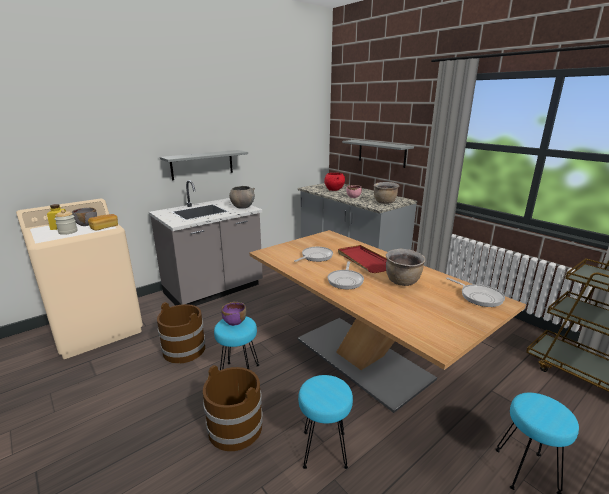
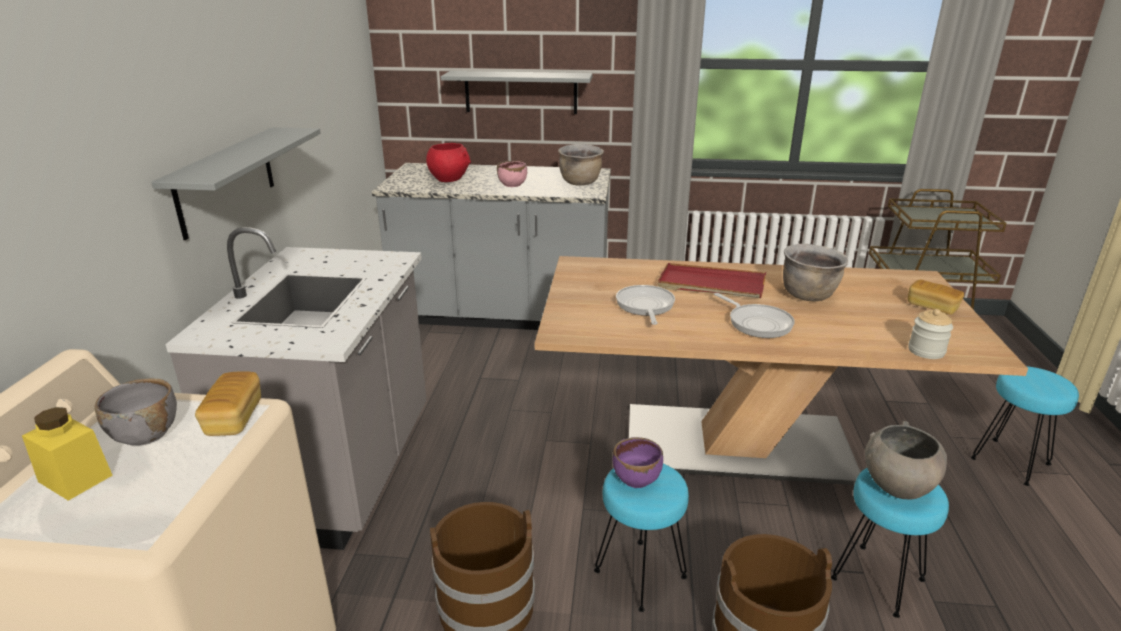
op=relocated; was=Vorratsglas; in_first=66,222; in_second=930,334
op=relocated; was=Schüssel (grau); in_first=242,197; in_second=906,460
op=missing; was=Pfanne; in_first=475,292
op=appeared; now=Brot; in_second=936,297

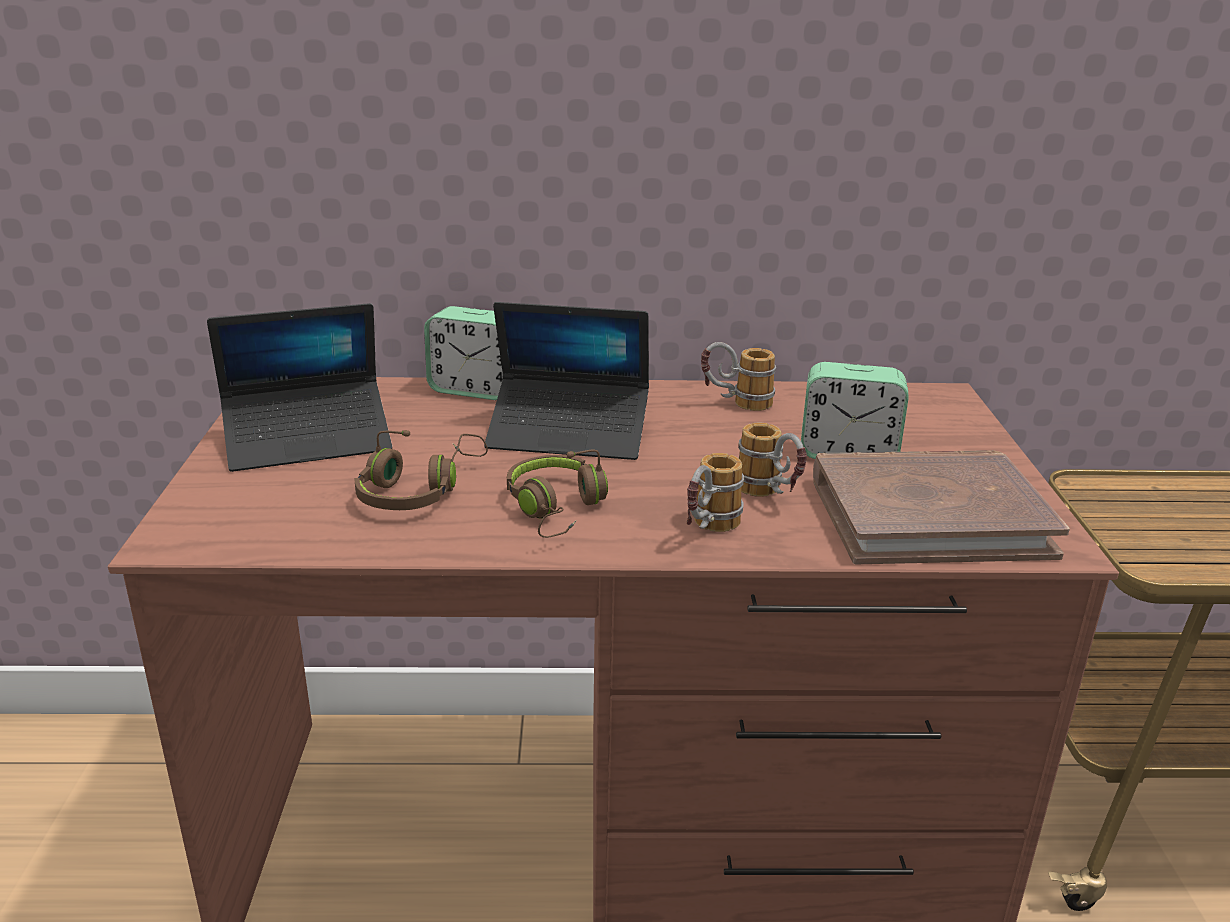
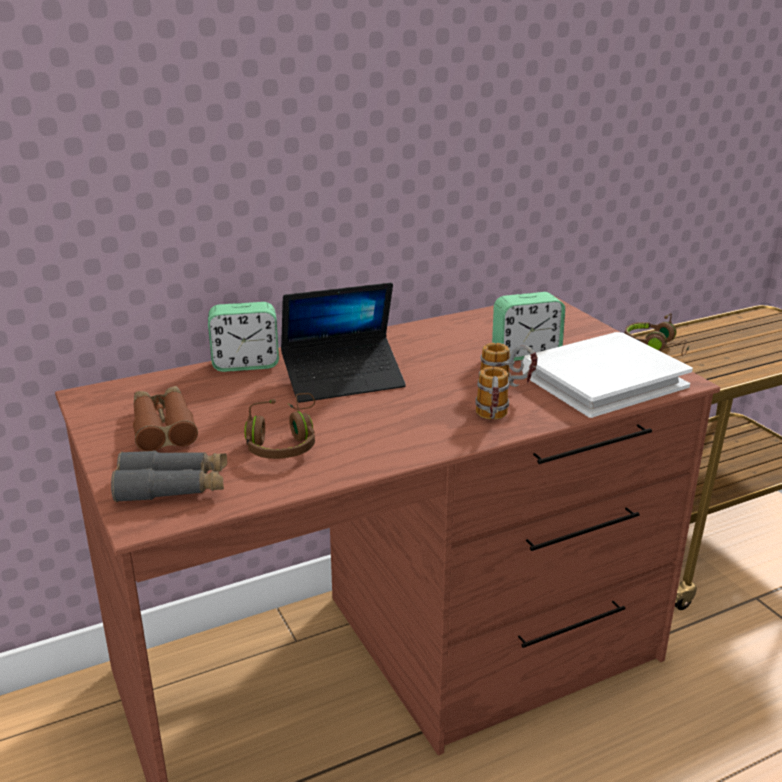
op=exchanged; was=Laptop; now=Fernglas (braun); in_first=299,387; in_second=165,418
op=relocated; was=Kopfhörer (braun); in_first=557,493; in_second=657,334
op=missing; was=Henkelbecher; in_first=738,376
op=colour; was=Buch (braun); now=Buch (weiß); in_first=941,507; in_second=607,375
op=appeared; now=Fernglas (grau); in_second=169,476

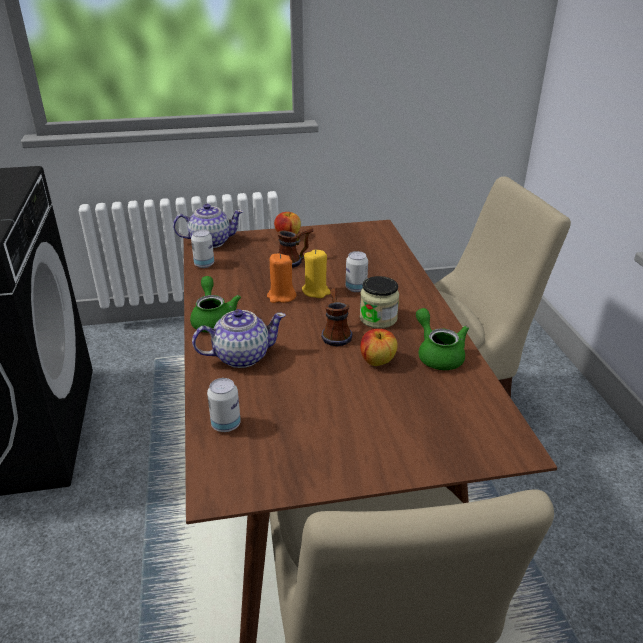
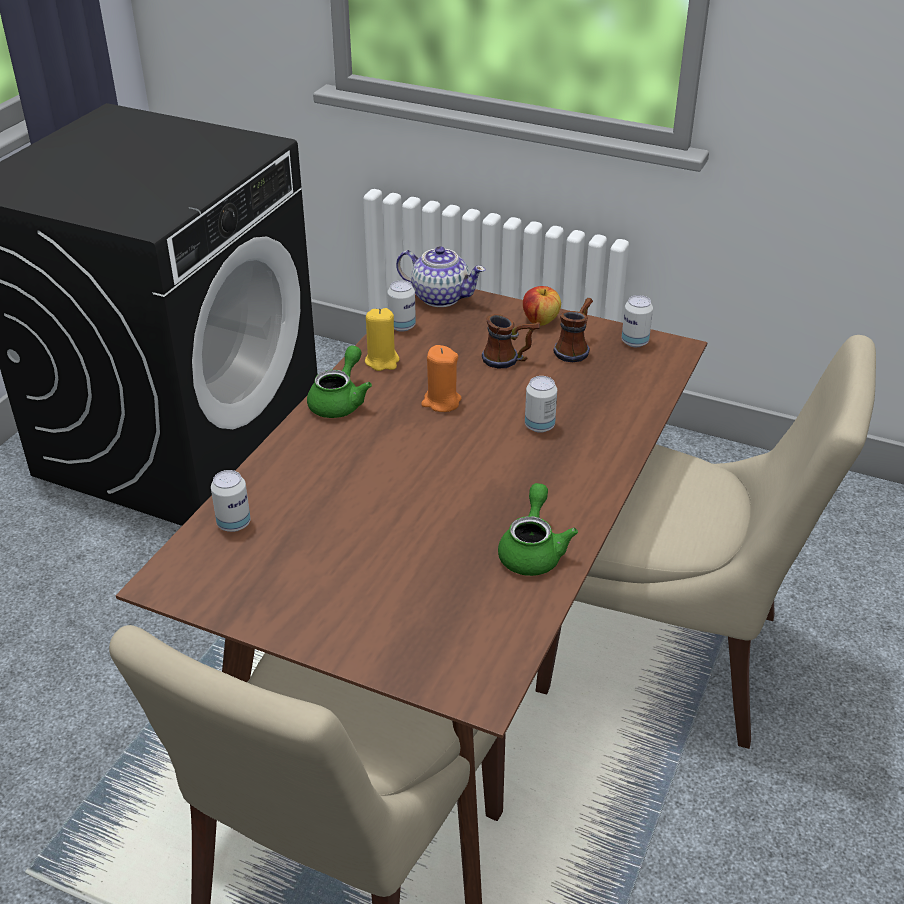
op=missing; was=Teekanne; in_first=239,338
op=relocated; was=Kerze (gelb); in_first=316,274; in_second=382,339
op=relocated; was=Henkelbecher; in_first=336,317; in_second=573,330
op=missing; was=Vorratsglas; in_first=379,302
op=missing; was=Apfel; in_first=379,347
op=appeared; now=Dose; in_second=637,321

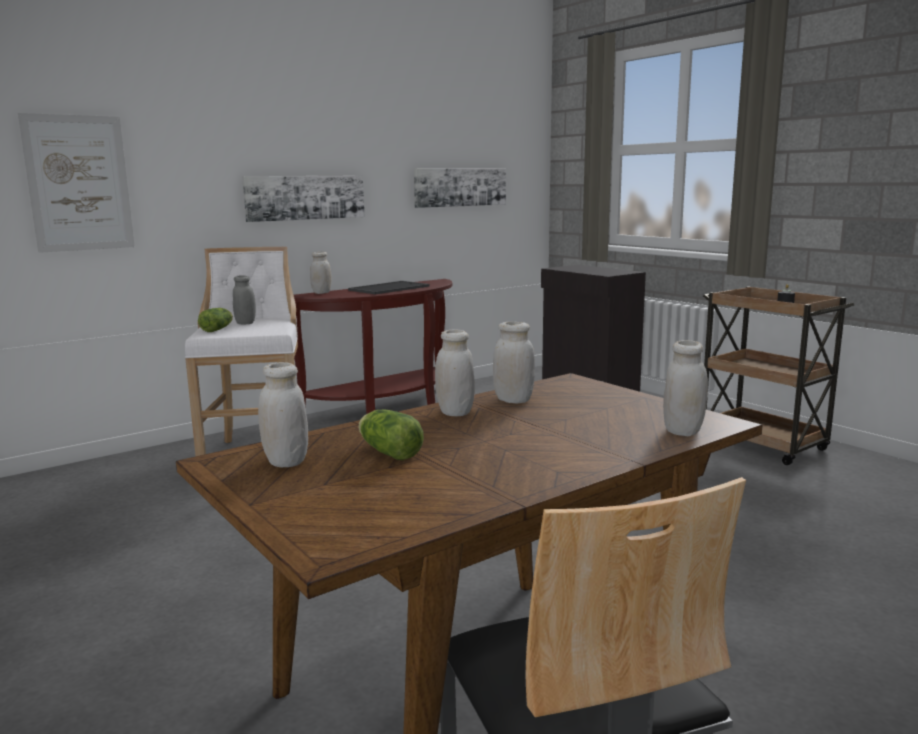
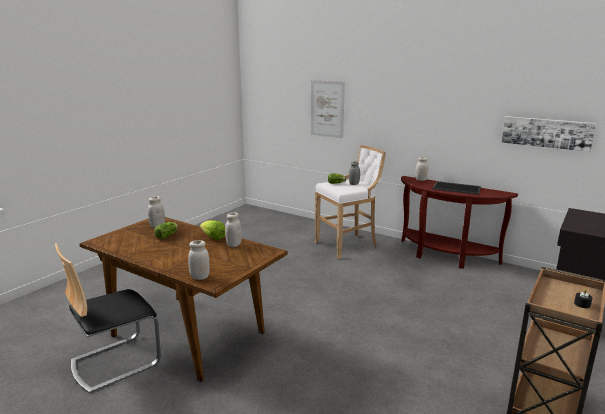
op=missing; was=Bild; in_first=303,198
op=exchanged; was=Vorratsglas (weiß); now=Salatkopf; in_first=455,372; in_second=212,230

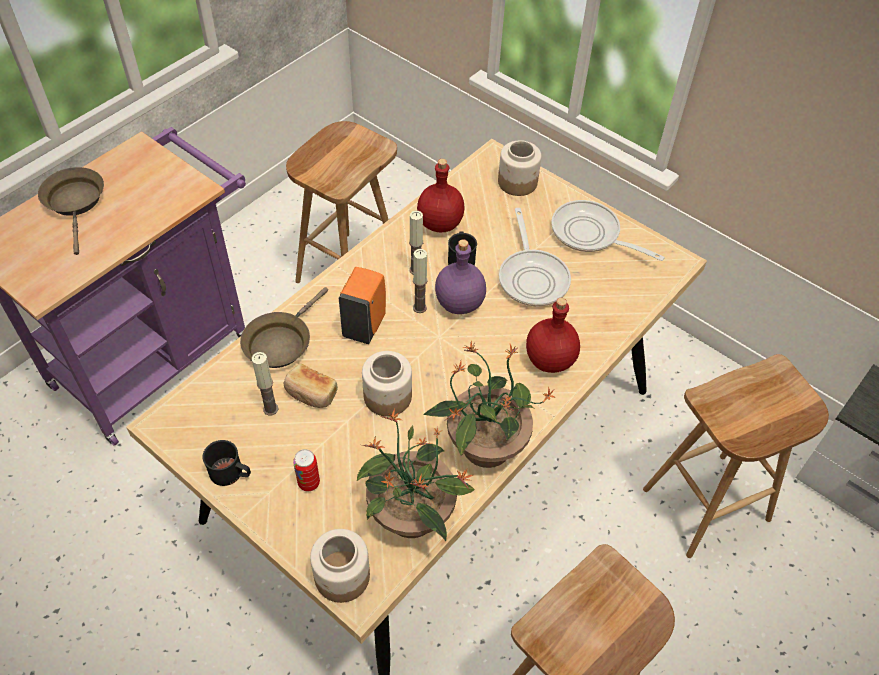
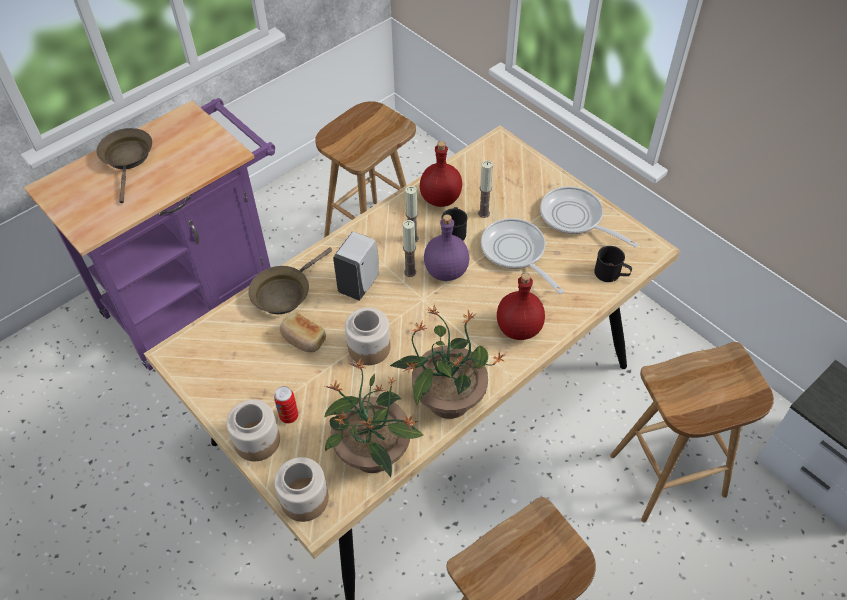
op=relocated; was=Henkelbecher (schwarz); in_first=226,463; in_second=613,264
op=relocated; was=Kerze; in_first=265,384; in_second=485,189
op=colour; was=Seifenspender (orange); now=Seifenspender (weiß); in_first=362,305; in_second=356,266
op=relocated; was=Vorratsglas; in_first=519,168; in_second=253,430
op=spun; was=Pfanne; in_first=535,257; in_second=522,256; clockwise=150

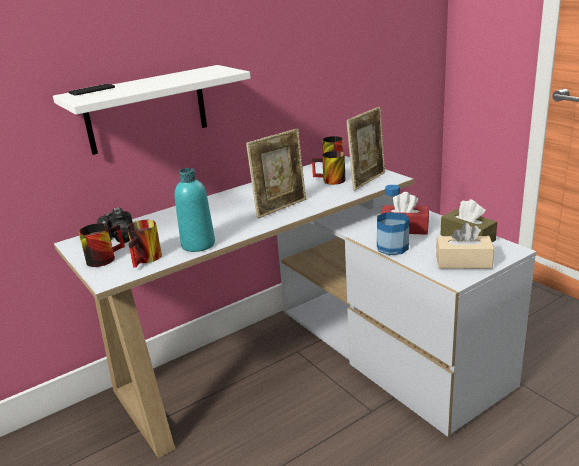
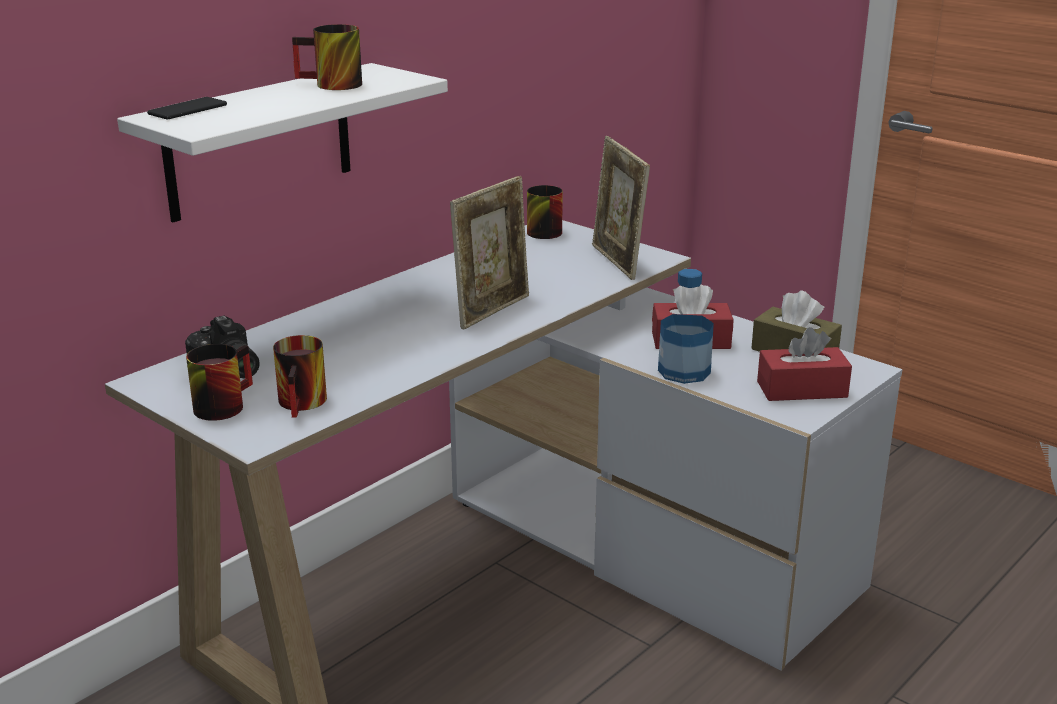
op=missing; was=Flasche (türkis); in_first=195,210
op=relocated; was=Henkelbecher; in_first=328,168; in_second=327,57
op=spun; was=Bilderrahmen; in_first=365,149; in_second=621,208; clockwise=135
op=colour; was=Taschentuchbox (beige); now=Taschentuchbox (rot); in_first=465,246; in_second=804,364

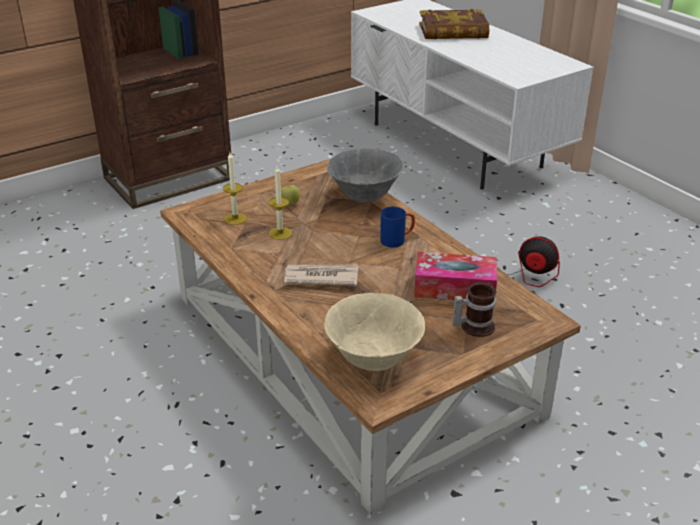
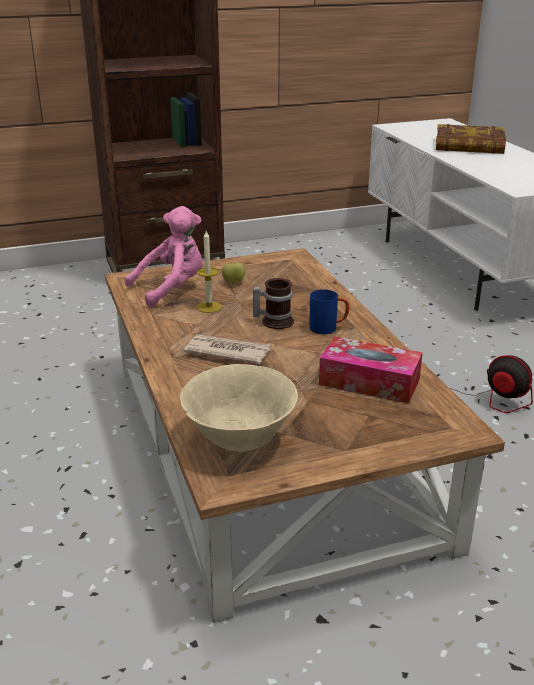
op=exchanged; was=Kerze; now=Plüschtier (rosa); in_first=235,189; in_second=164,257
op=missing; was=Schüssel (grau); in_first=365,175
op=relocated; was=Henkelbecher; in_first=474,310; in_second=273,303

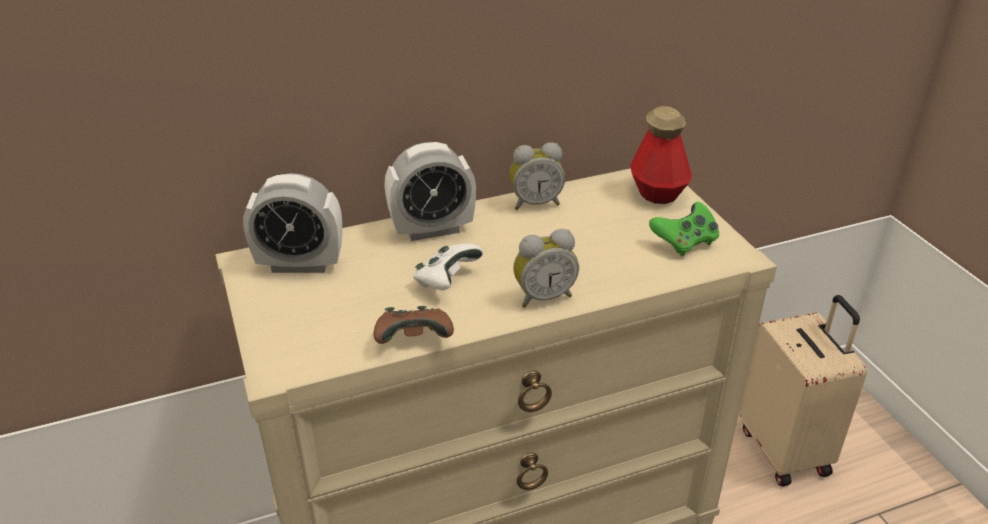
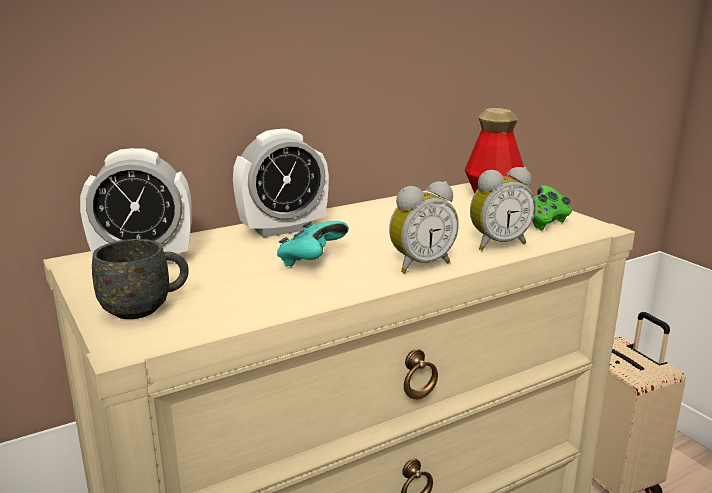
op=missing; was=Gamepad (braun); in_first=413,325
op=colour; was=Gamepad (weiß); now=Gamepad (türkis); in_first=448,267; in_second=313,244
op=relocated; was=Wecker; in_first=537,176; in_second=503,208
op=appeared; now=Henkelbecher (grau); in_second=140,279

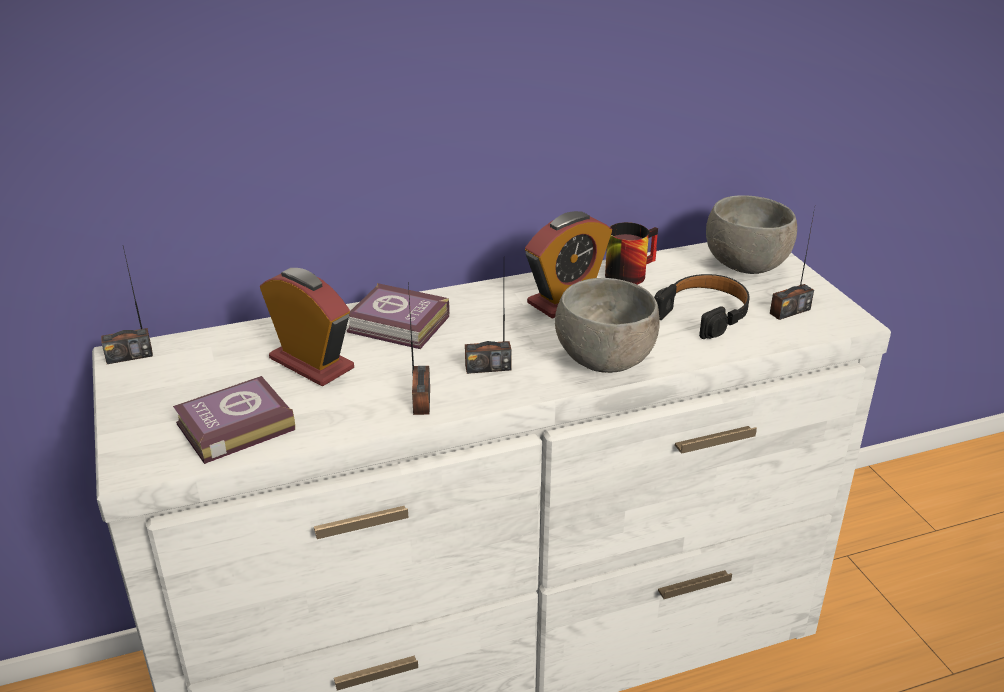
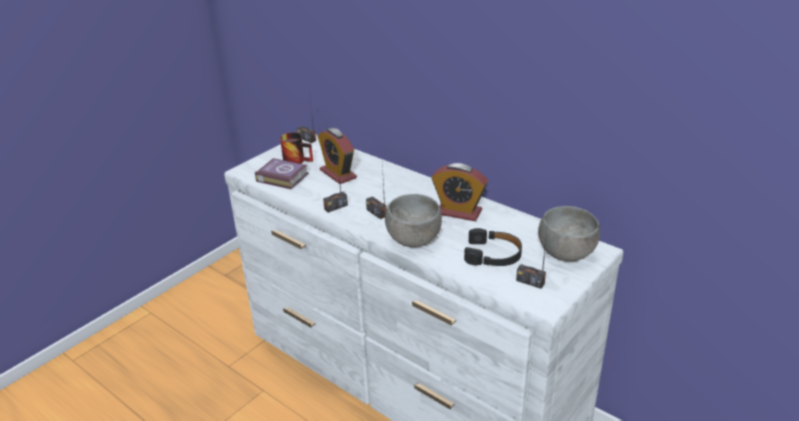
op=spun; was=Wecker; in_first=307,327; in_second=337,156; clockwise=135
op=missing; was=Buch; in_first=398,316
op=relocated; was=Henkelbecher; in_first=631,253; in_second=296,148

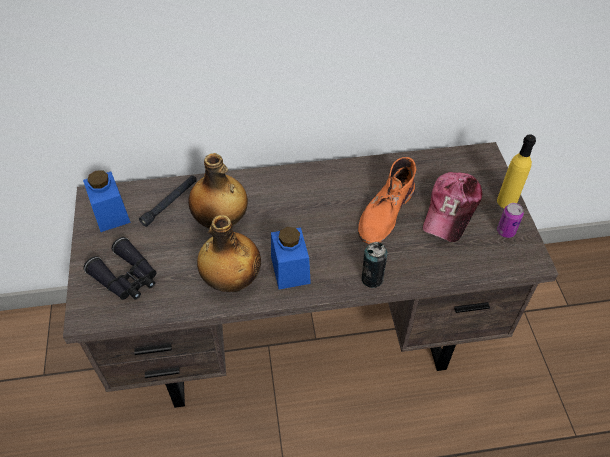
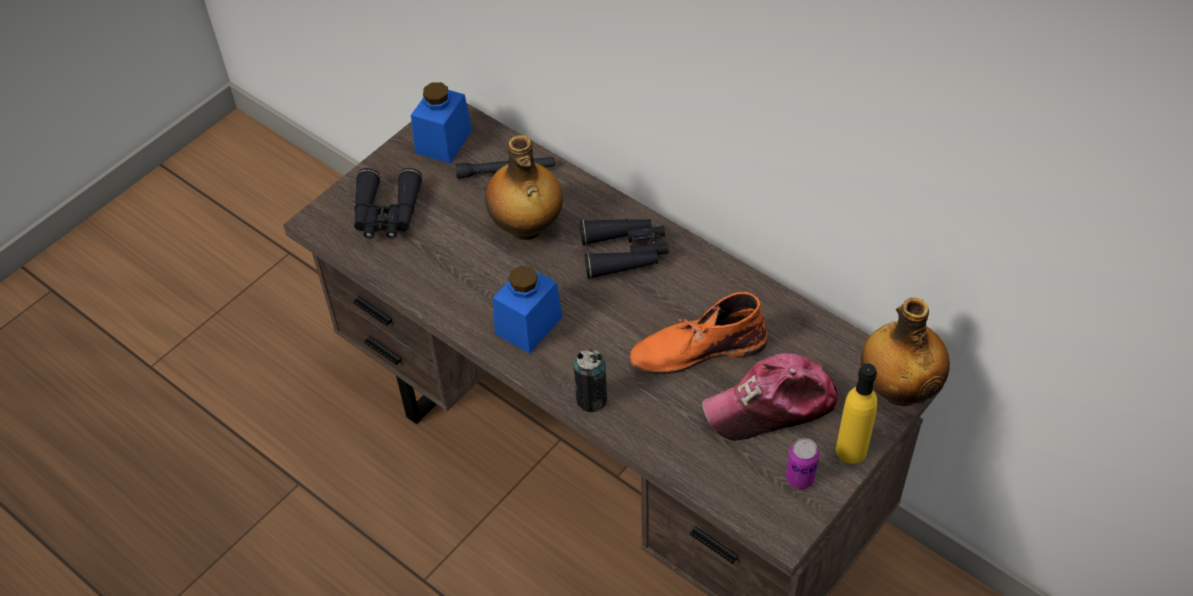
op=relocated; was=Flasche; in_first=229,253; in_second=905,351
op=appeared; now=Fernglas (schwarz); in_second=624,249

